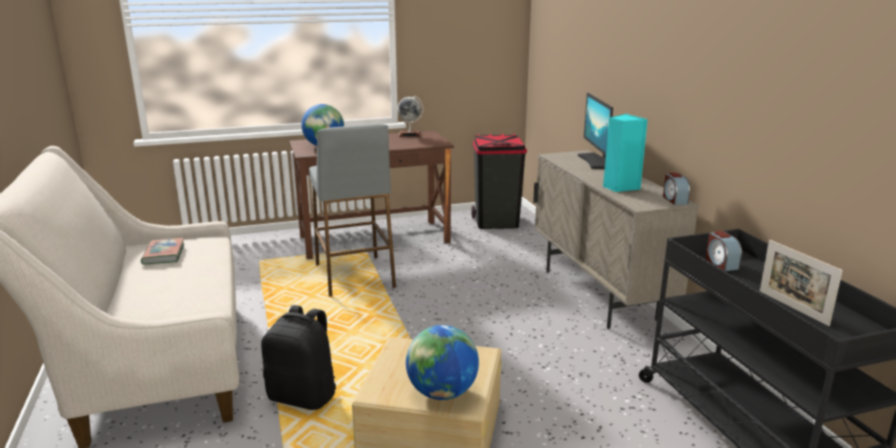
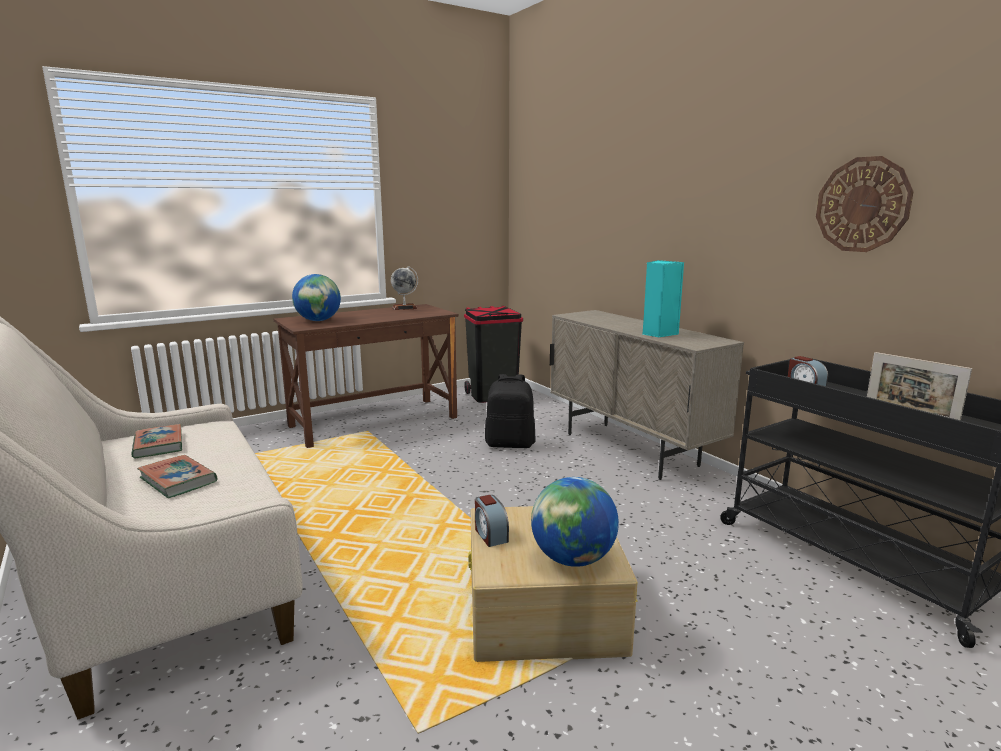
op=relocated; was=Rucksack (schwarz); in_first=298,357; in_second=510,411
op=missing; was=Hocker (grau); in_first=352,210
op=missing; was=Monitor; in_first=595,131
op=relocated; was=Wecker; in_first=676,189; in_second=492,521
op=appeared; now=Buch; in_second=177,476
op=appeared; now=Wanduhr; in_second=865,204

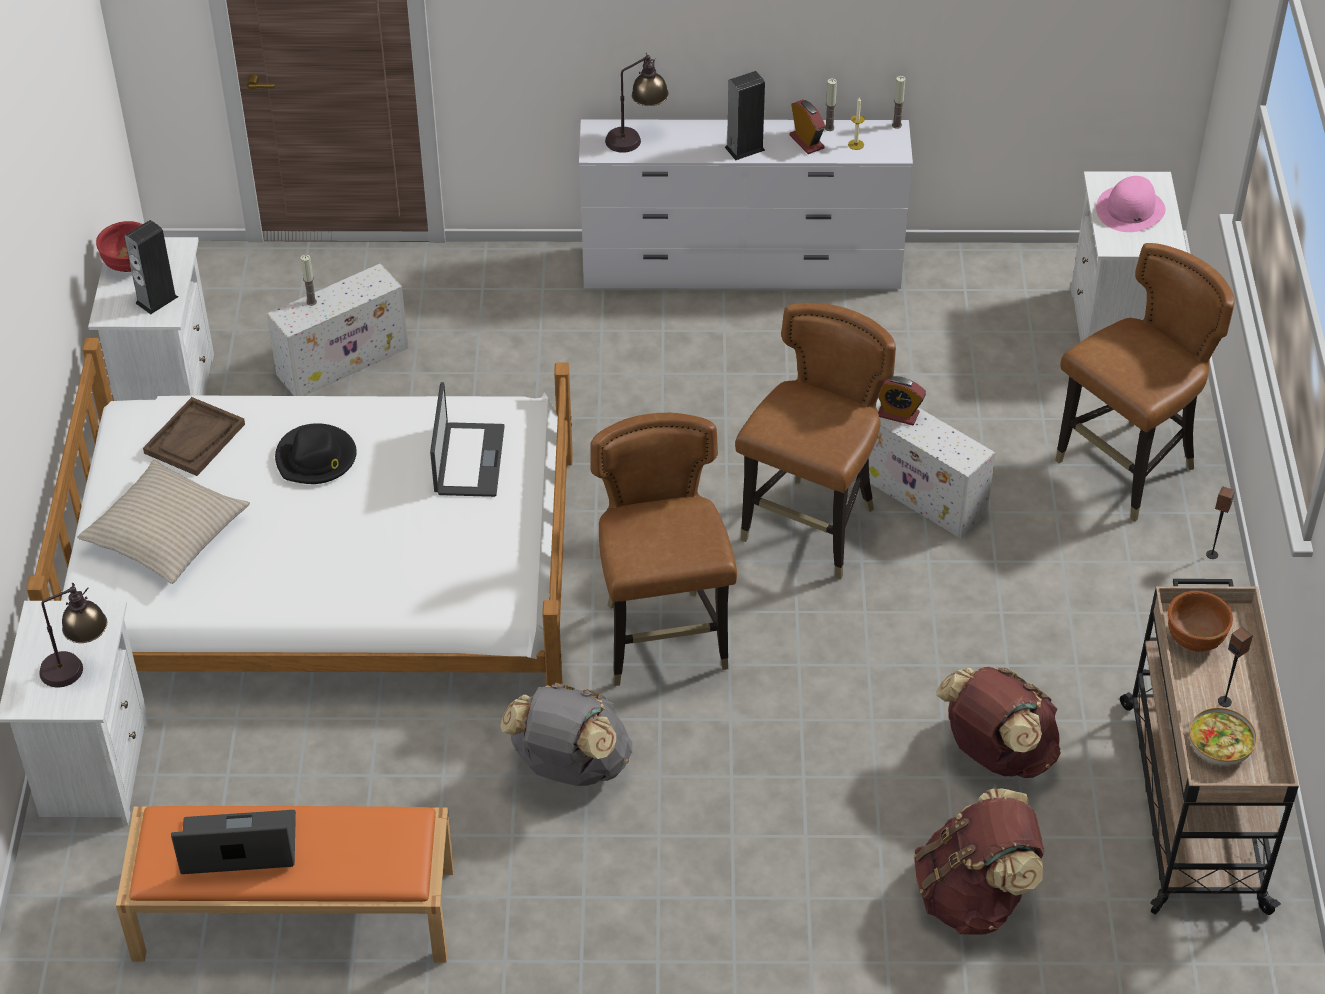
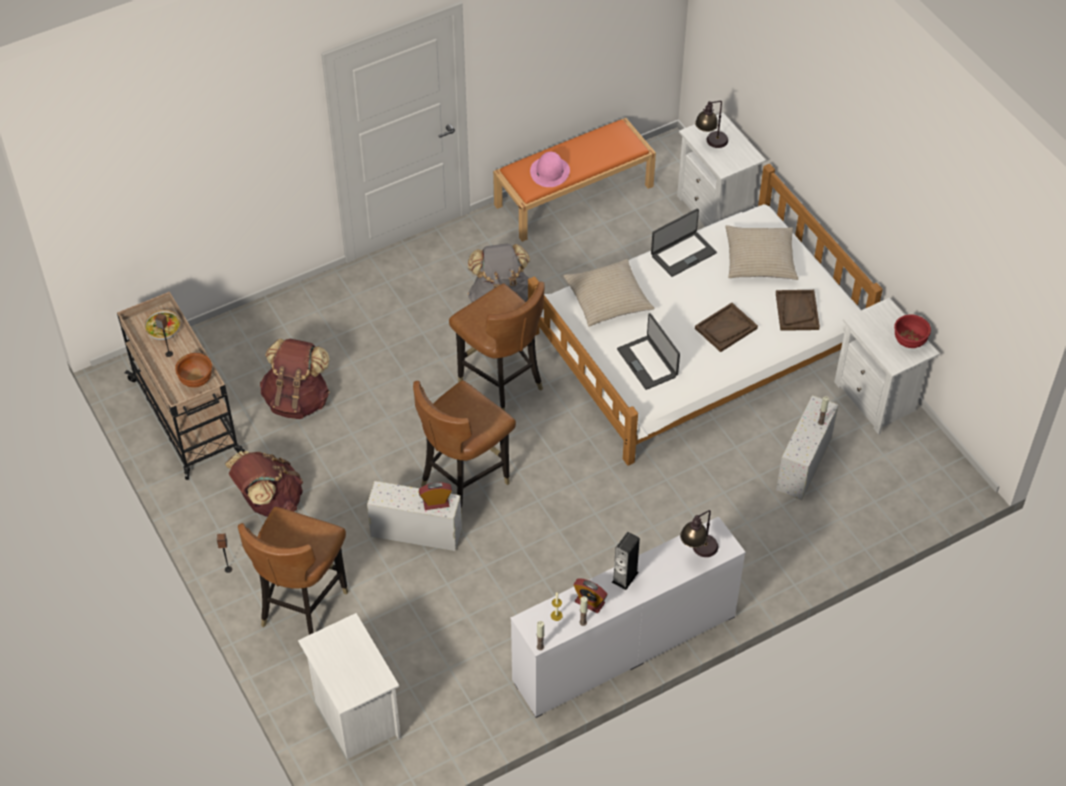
op=missing; was=Lautsprecher; in_first=151,267
op=relocated; was=Laptop; in_first=233,842; in_second=684,242
op=exchanged; was=Hut (schwarz); now=Tablett (braun); in_first=316,453; in_second=726,327
op=spun; was=Stuhl (braun); in_first=815,441; in_second=464,447; clockwise=45
op=relocated; was=Rucksack (braun); in_first=979,861; in_second=264,484
op=relocated; was=Hut (rosa); in_first=1131,204; in_second=550,169
op=appeared; now=Kissen (beige); in_second=609,293

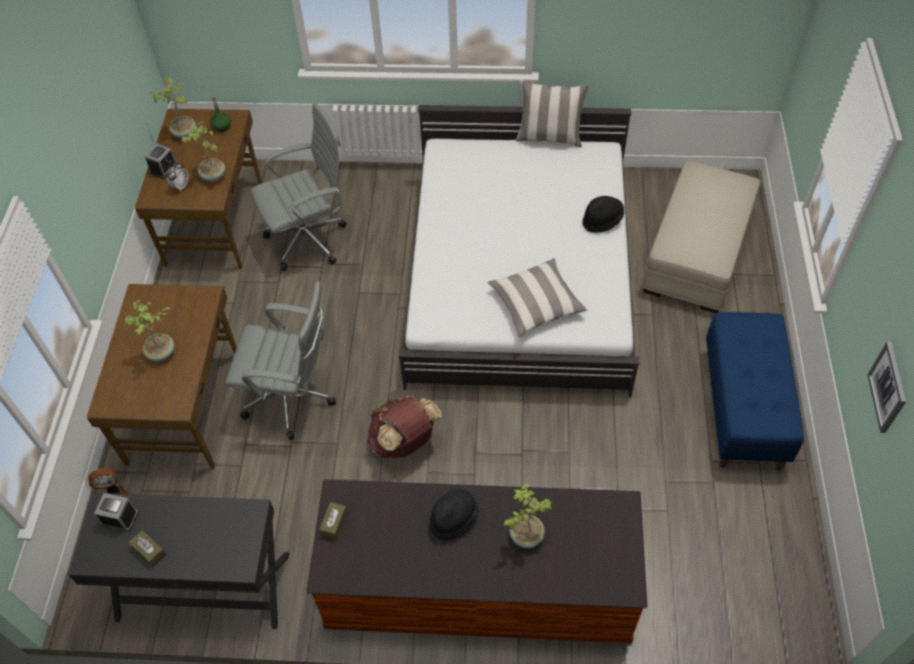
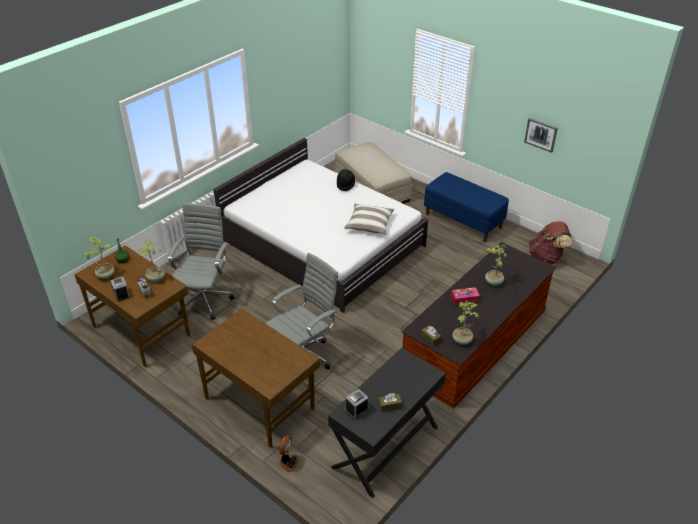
op=relocated; was=Topfpflanze; in_first=149,330; in_second=466,323
op=relocated; was=Rucksack (braun); in_first=404,427; in_second=550,242
op=exchanged; was=Hut (schwarz); now=Taschentuchbox; in_first=454,514; in_second=465,296
op=missing; was=Kissen; in_first=552,113

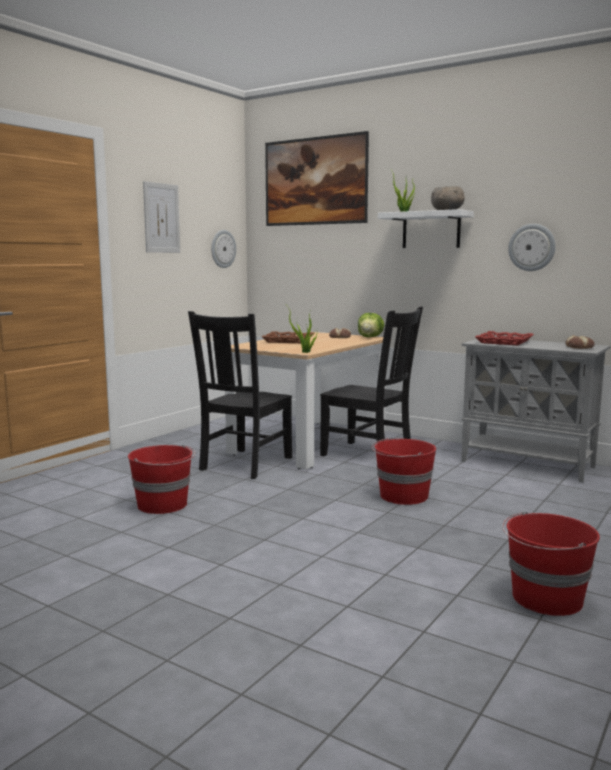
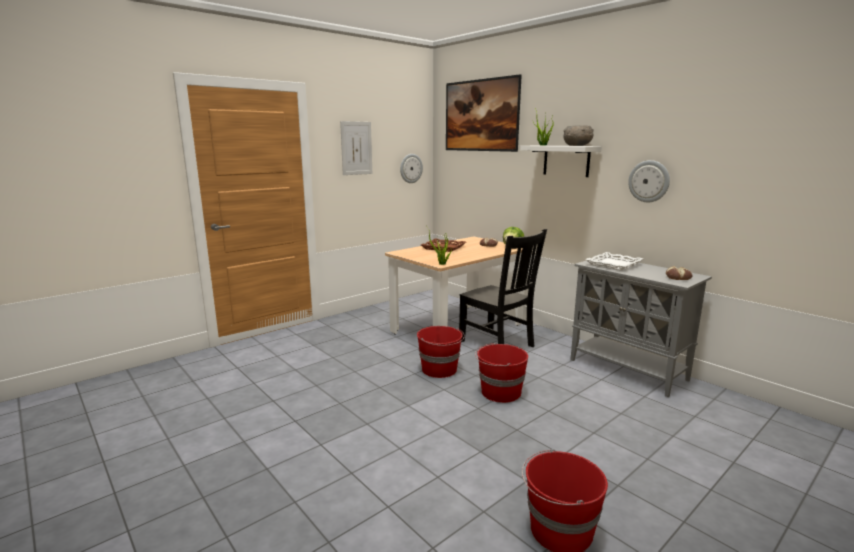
op=relocated; was=Eimer (rot); in_first=161,479; in_second=441,352
op=missing; was=Stuhl (schwarz); in_first=240,395
op=colour; was=Tablett (rot); now=Tablett (weiß); in_first=504,338; in_second=614,261

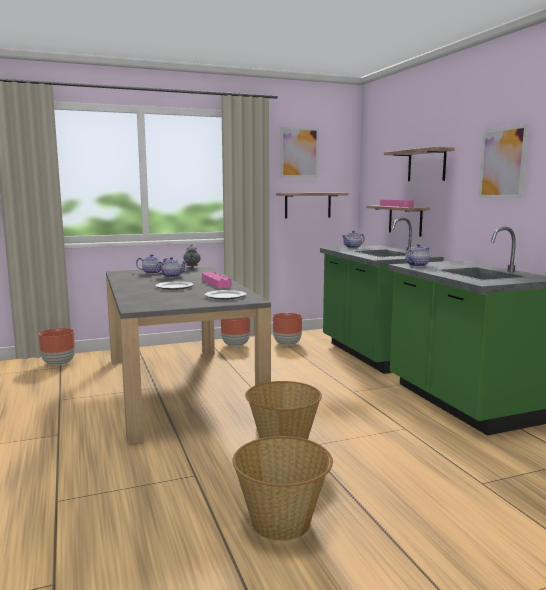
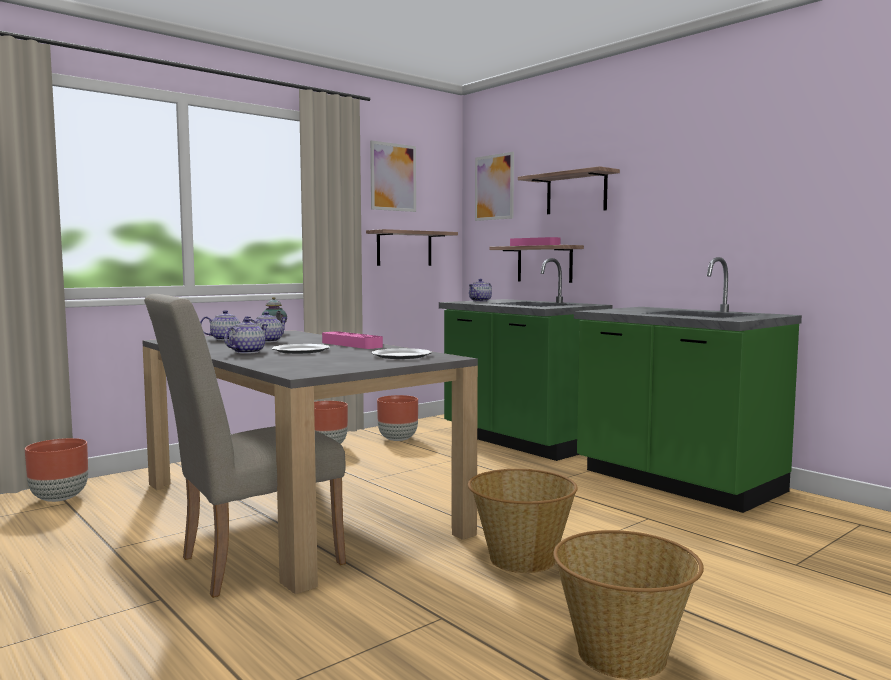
op=relocated; was=Teekanne; in_first=417,255; in_second=246,336
op=relocated; was=Bild; in_first=503,161; in_second=494,186
op=appeared; now=Stuhl (beige); in_second=245,446

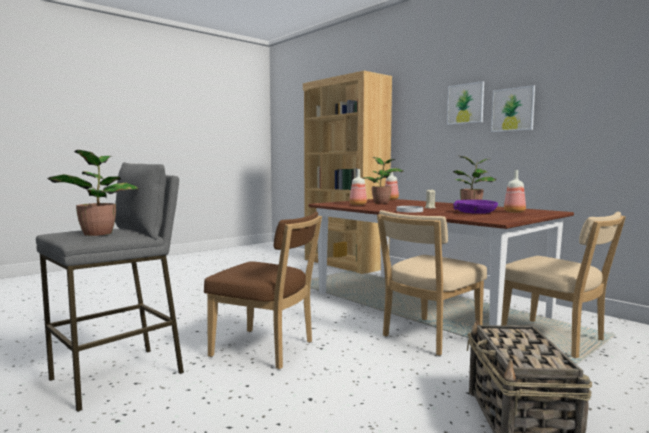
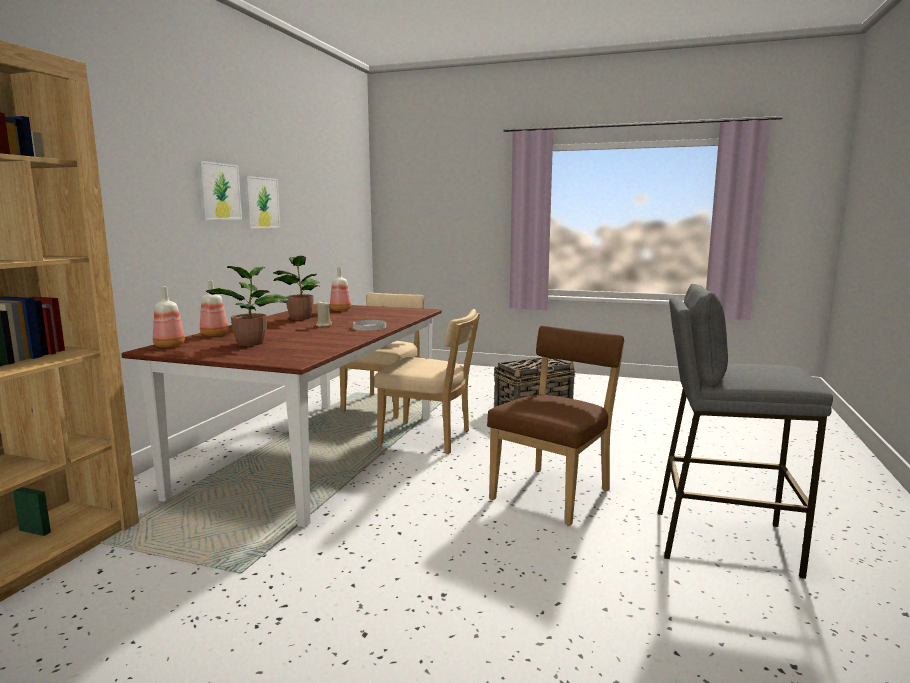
op=missing; was=Topfpflanze; in_first=93,193
op=spun; was=Stuhl (braun); in_first=263,290; in_second=556,426; clockwise=45
op=relocated; was=Flasche; in_first=358,187; in_second=214,308
op=relocated; was=Bild; in_first=465,103; in_second=262,202
op=missing; was=Schüssel (lila); in_first=475,207

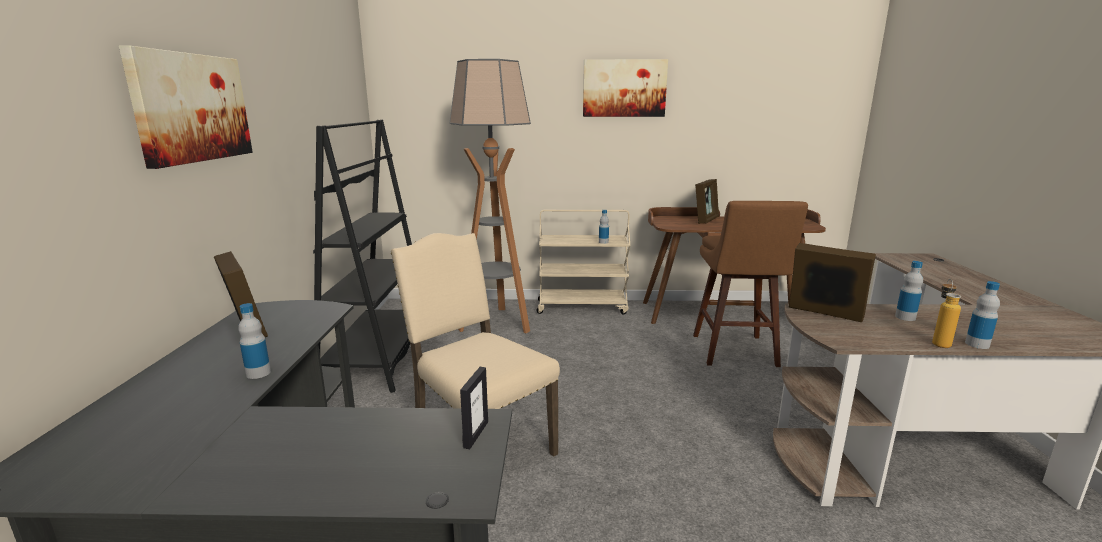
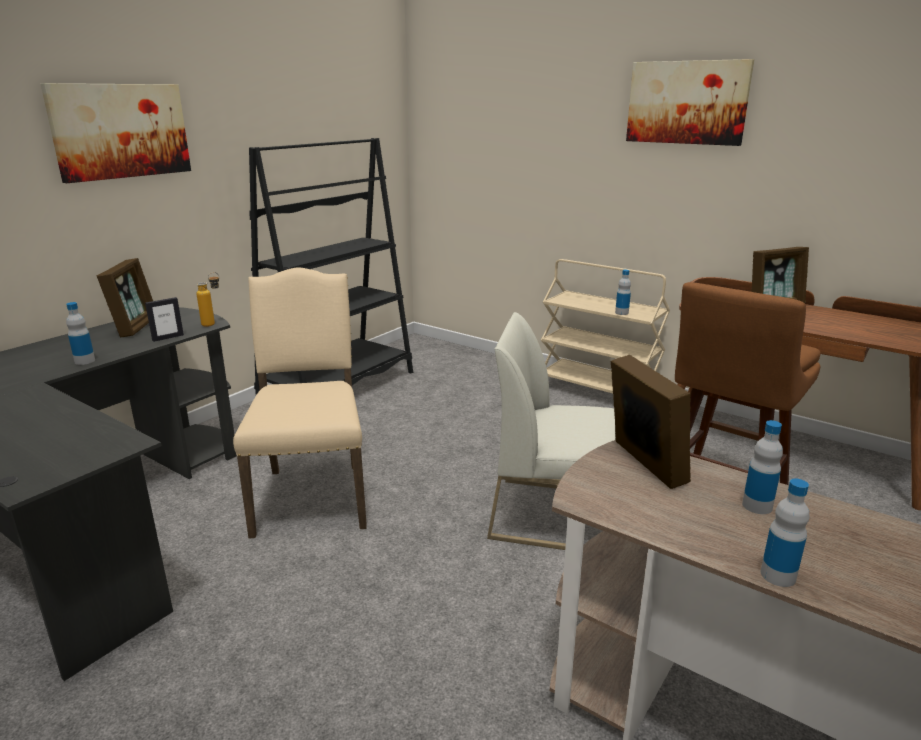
op=missing; was=Stehlampe; in_first=490,196
op=relocated; was=Bilderrahmen; in_first=474,408; in_second=164,319
op=relocated; was=Flasche; in_first=946,313; in_second=208,299
op=appeared; now=Stuhl (weiß); in_second=551,431

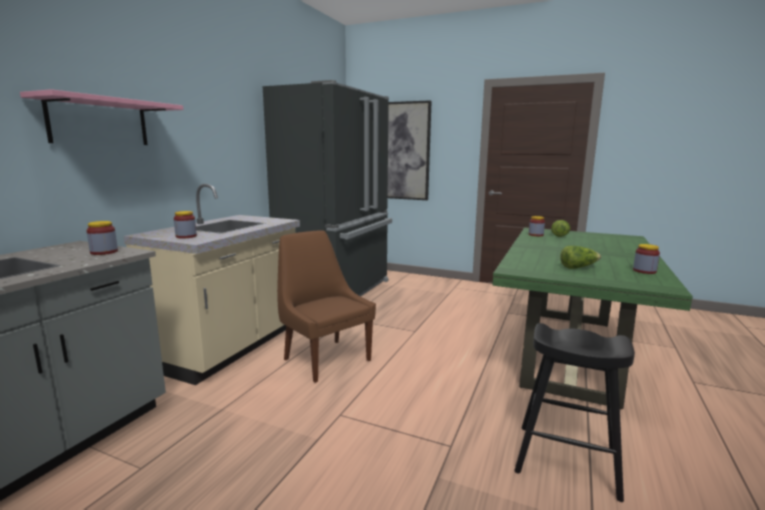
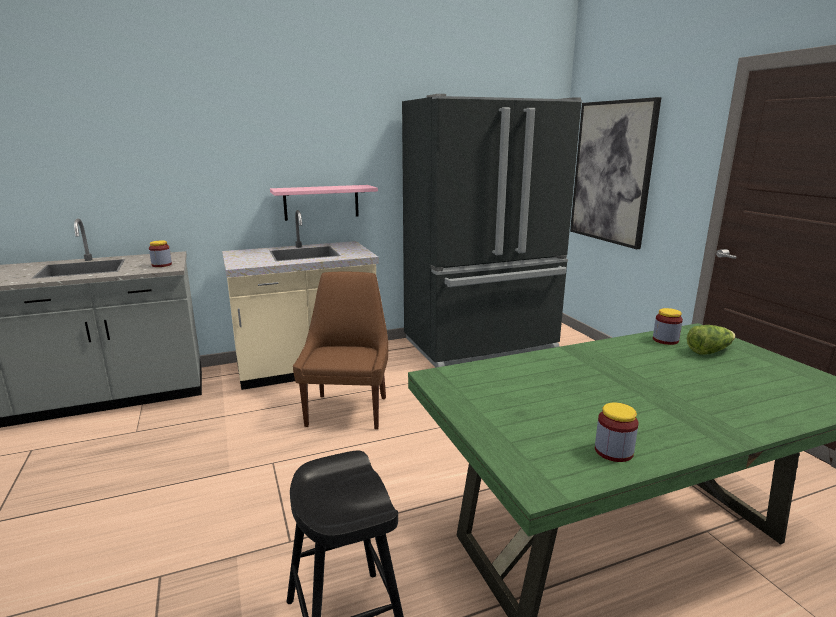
op=relocated; was=Wandregal (rosa); in_first=102,117; in_second=324,203
op=missing; was=Vorratsglas; in_first=185,224
op=missing; was=Salatkopf; in_first=580,257

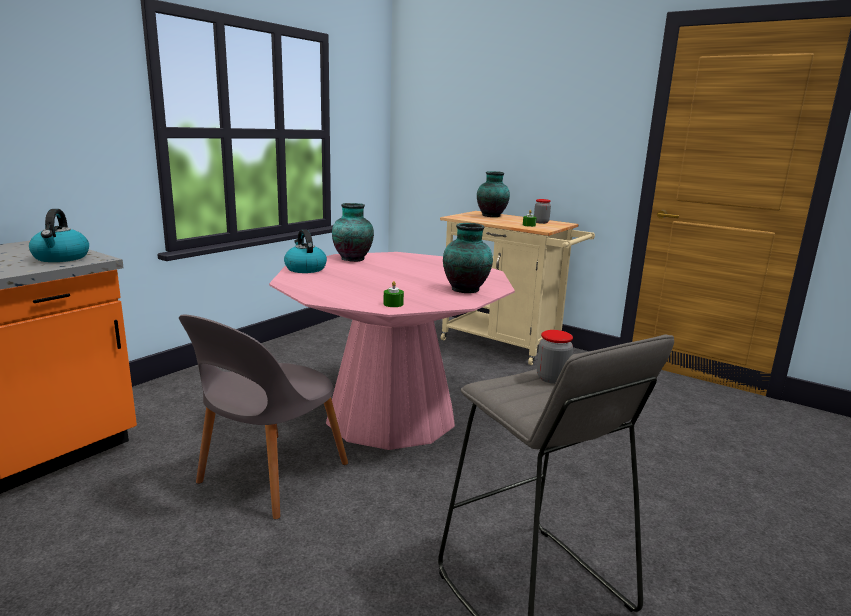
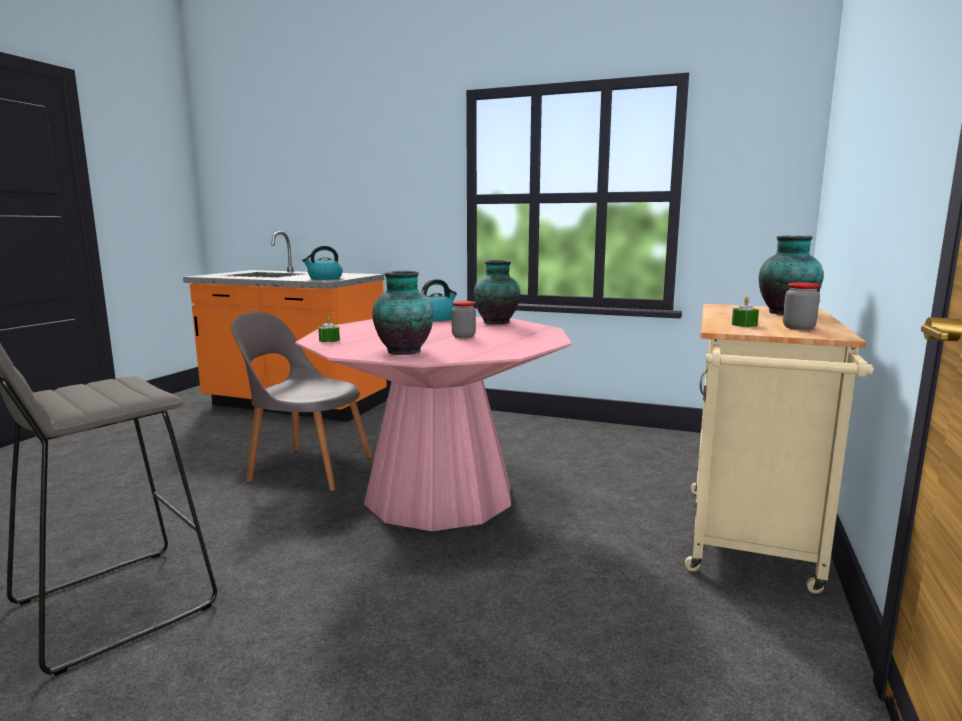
op=relocated; was=Vorratsglas; in_first=555,357; in_second=463,319

